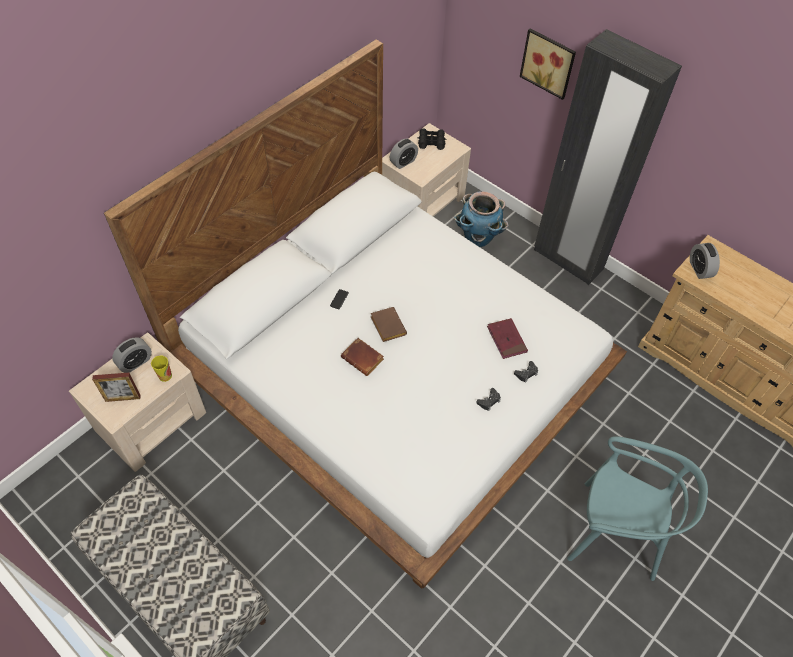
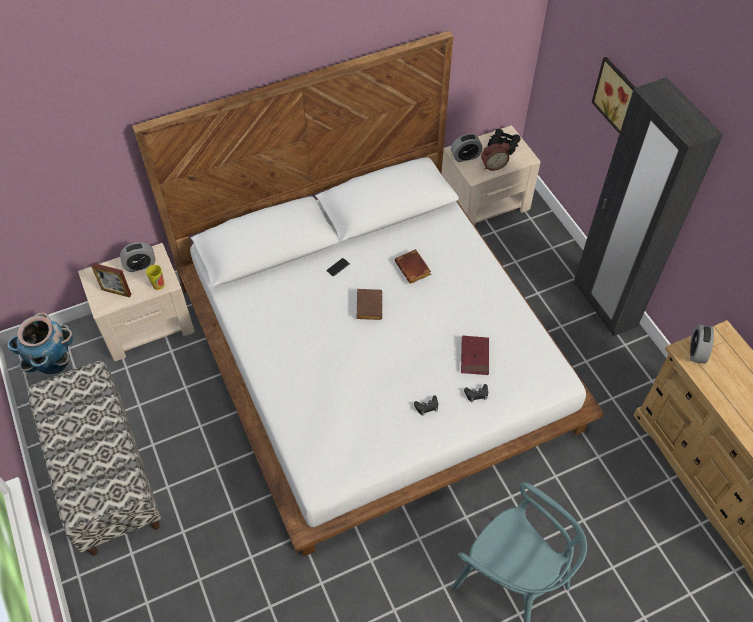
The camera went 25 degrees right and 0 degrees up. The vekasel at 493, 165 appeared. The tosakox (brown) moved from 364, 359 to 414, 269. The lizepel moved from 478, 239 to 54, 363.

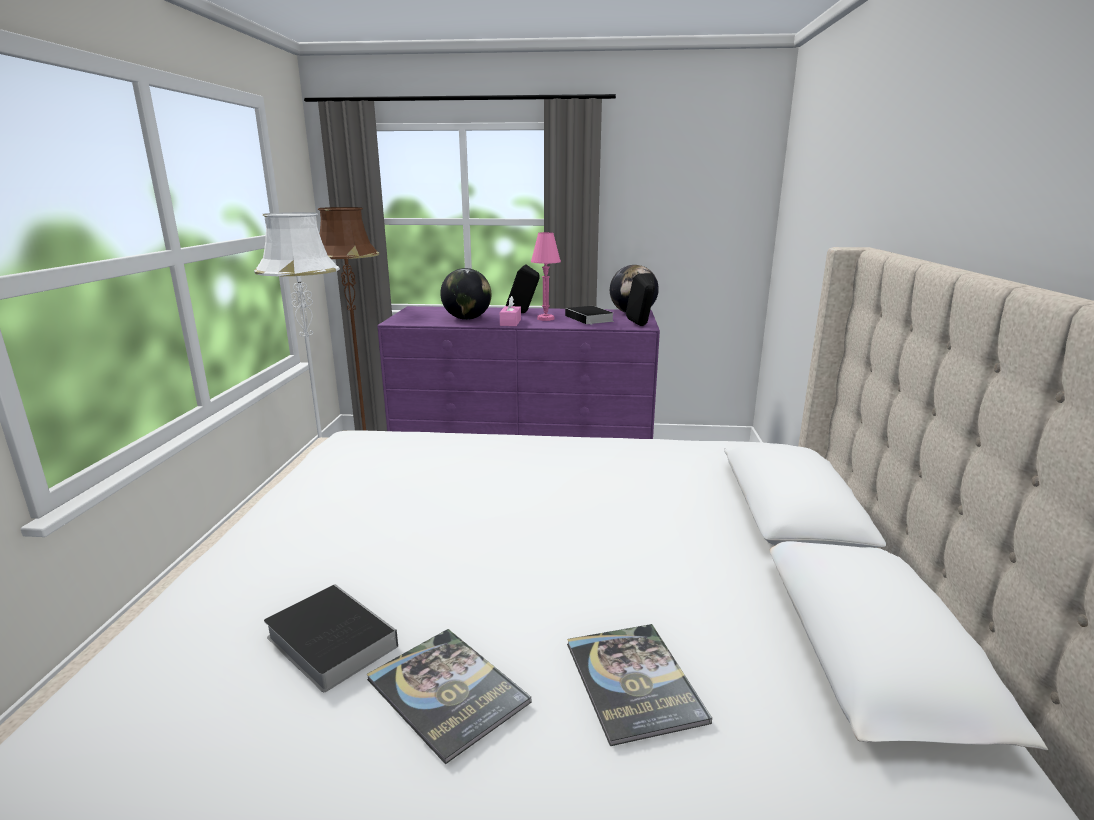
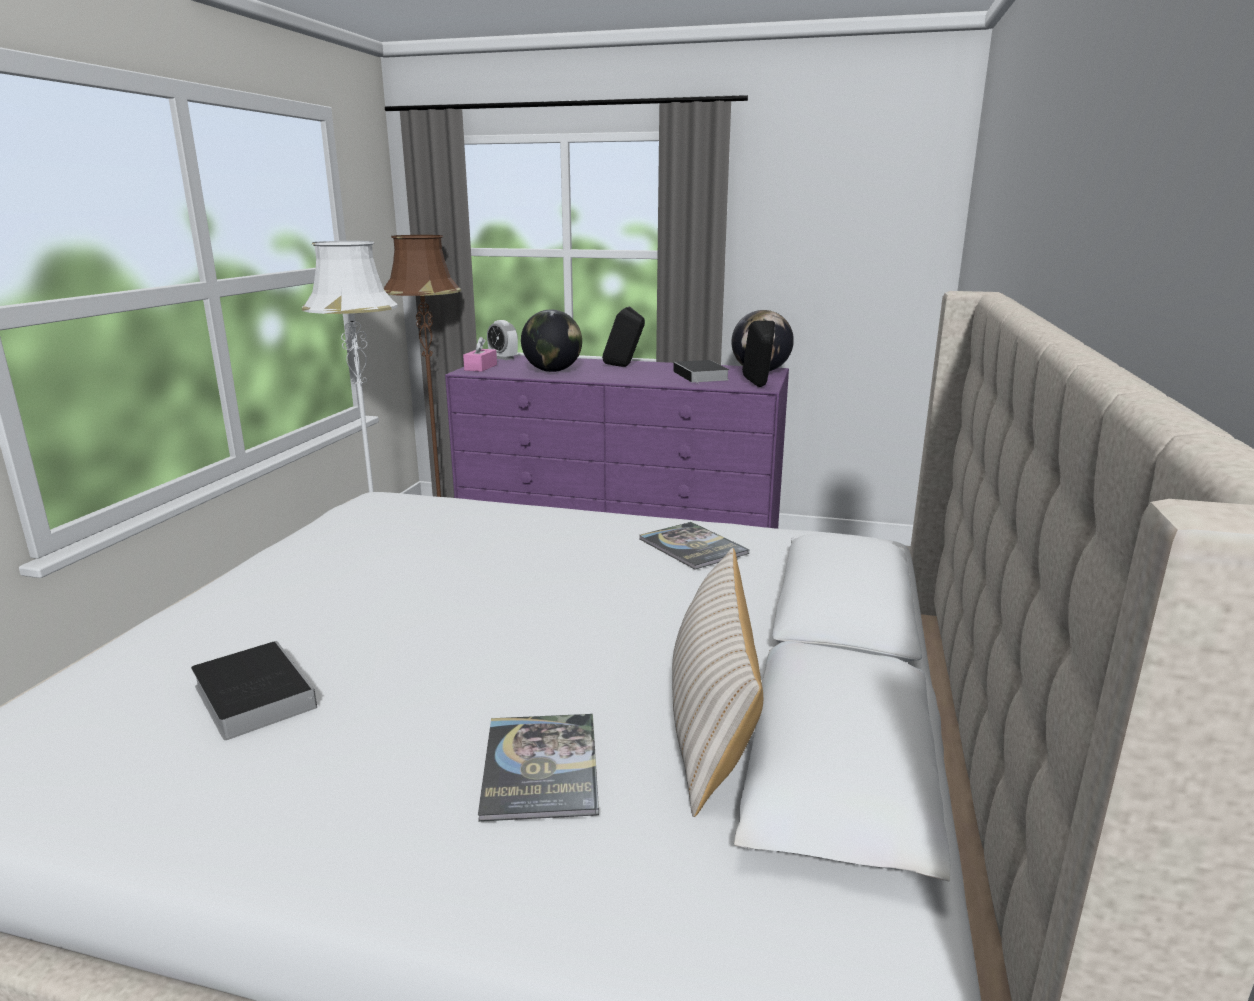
The camera went 10 degrees right and 0 degrees up. The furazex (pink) at 545, 319 disappeared. The vekasel at 503, 358 appeared. The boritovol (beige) at 711, 719 appeared. The tosakox moved from 447, 691 to 692, 547. The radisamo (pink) moved from 510, 322 to 480, 367.

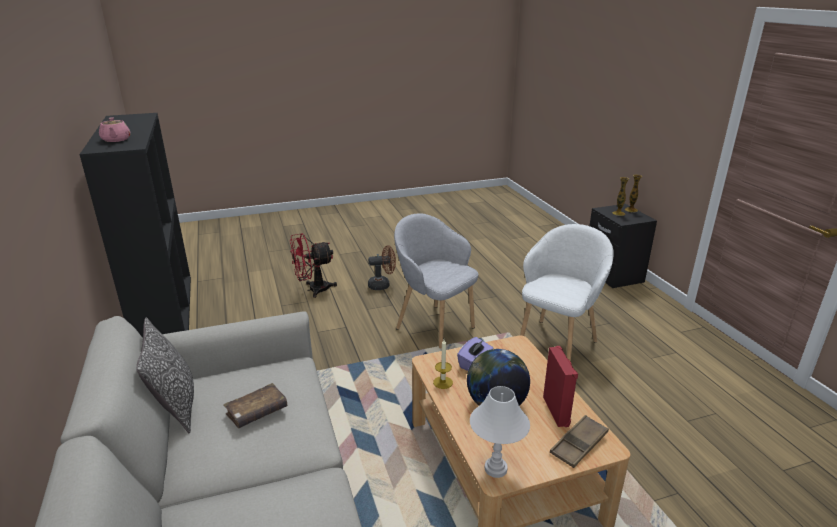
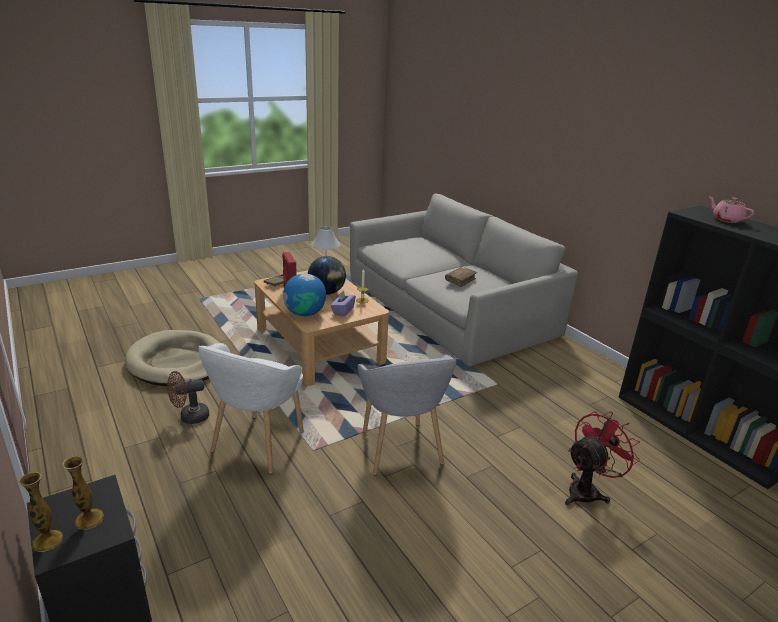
The camera went 165 degrees right and 0 degrees up. The boritovol at 176, 406 disappeared. The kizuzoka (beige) at 177, 362 appeared. The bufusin at 305, 313 appeared. The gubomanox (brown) moved from 382, 285 to 189, 417. The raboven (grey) at 434, 325 turned 45 degrees clockwise.

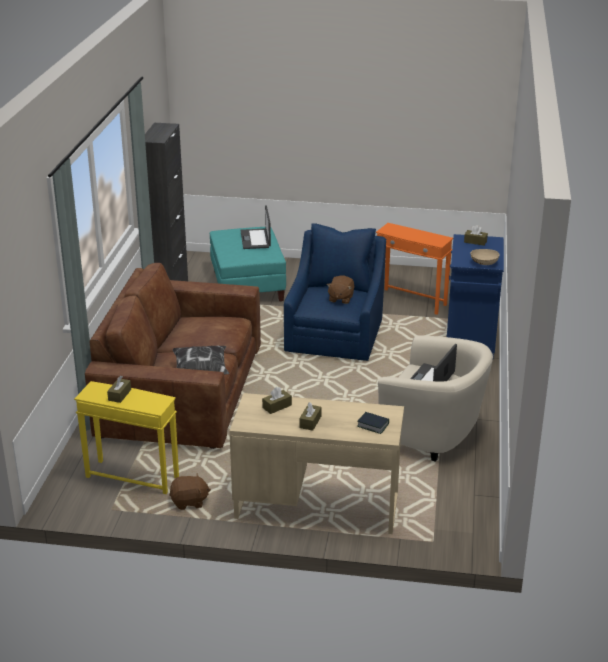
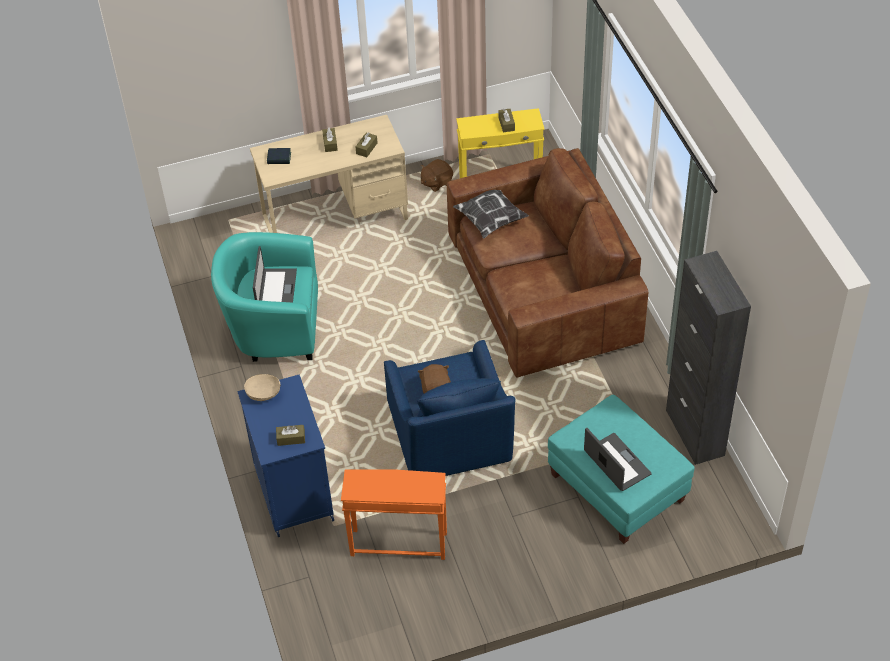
The camera went 155 degrees right and 20 degrees up. The raboven (beige) at 433, 435 became the raboven (turquoise) at 273, 328.

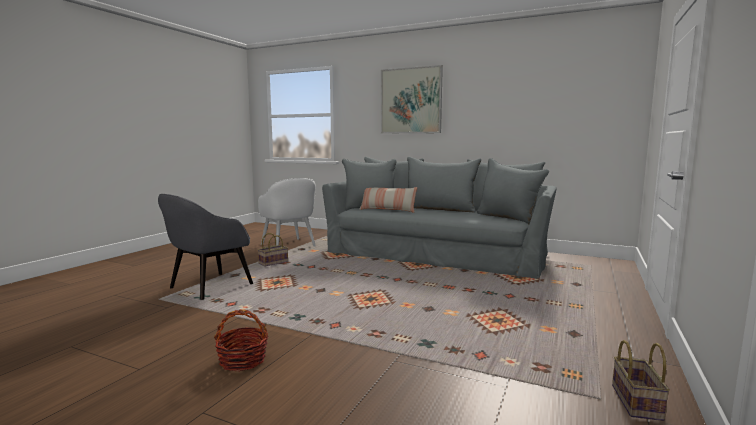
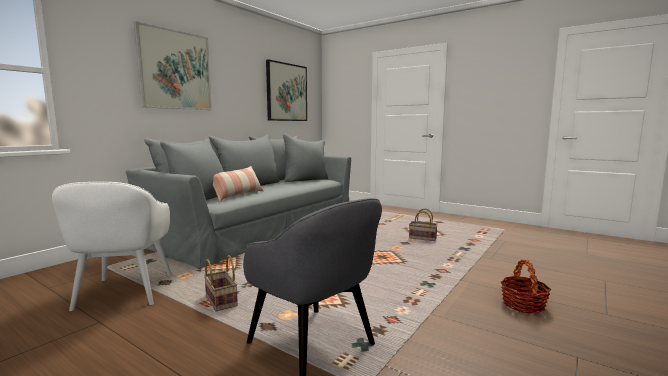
The camera went 80 degrees left and 0 degrees up. The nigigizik at 286, 92 appeared. The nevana moved from 634, 401 to 421, 238. The raboven (white) at 288, 245 turned 105 degrees clockwise.

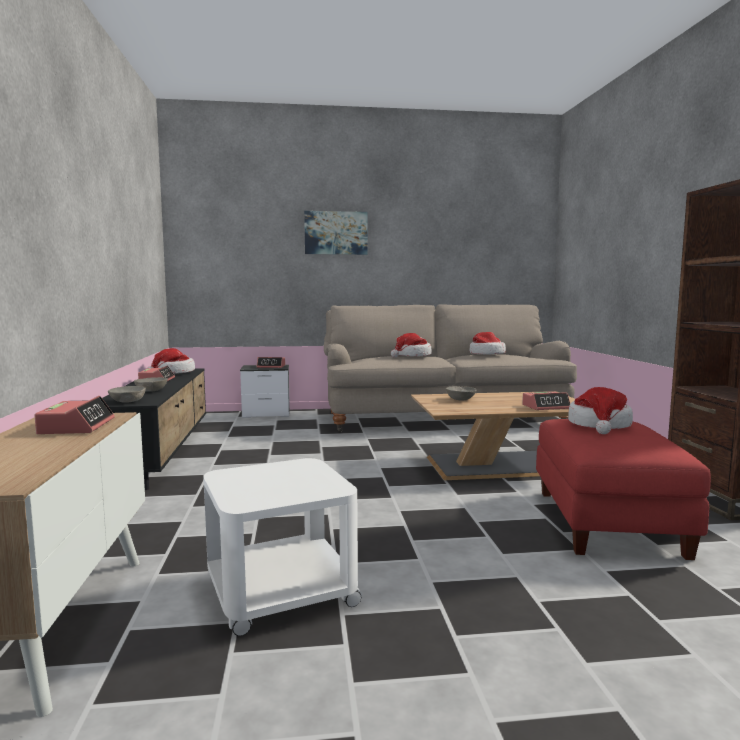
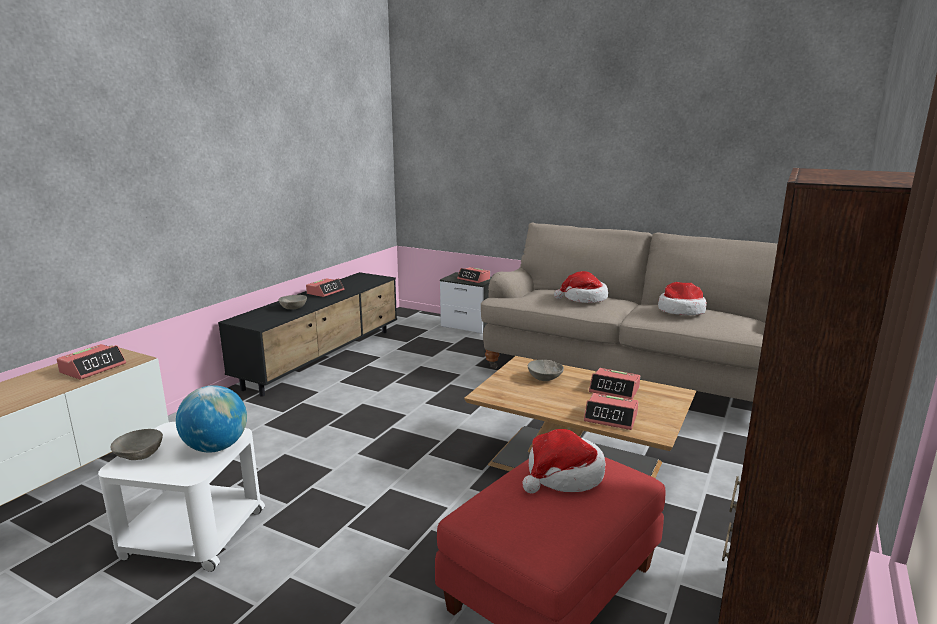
The camera went 35 degrees right and 10 degrees up. The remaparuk at 173, 373 disappeared. The nigigizik at 336, 233 disappeared. The bufusin at 216, 447 appeared. The vekasel at 614, 390 appeared. The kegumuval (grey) moved from 128, 401 to 140, 455.

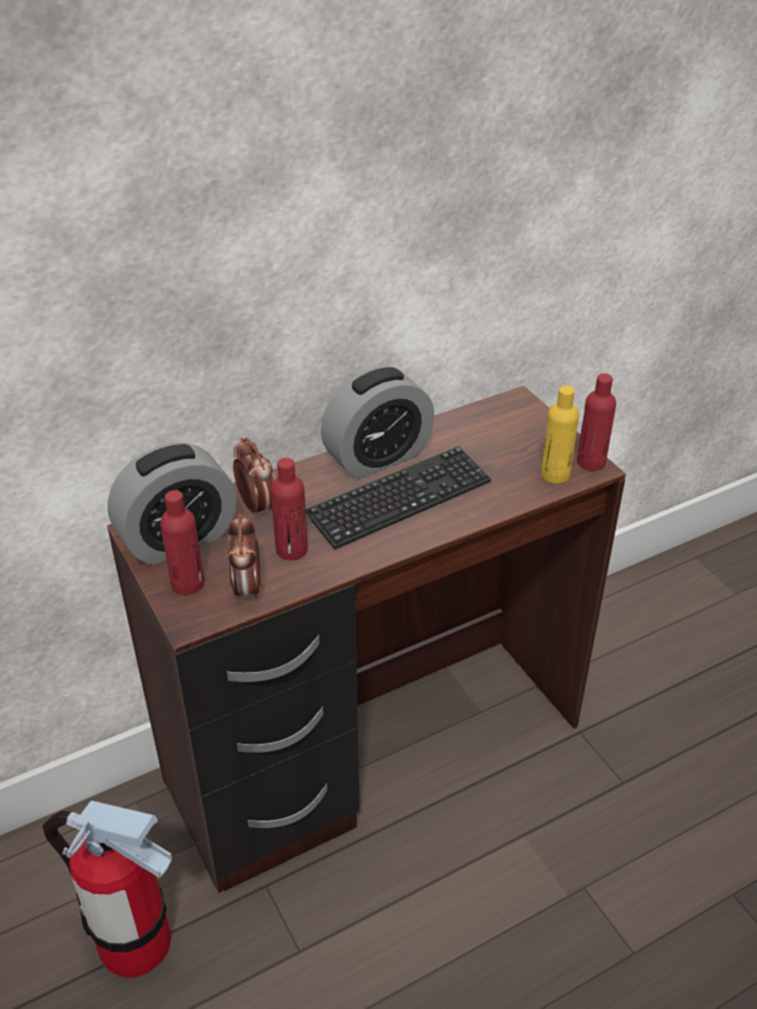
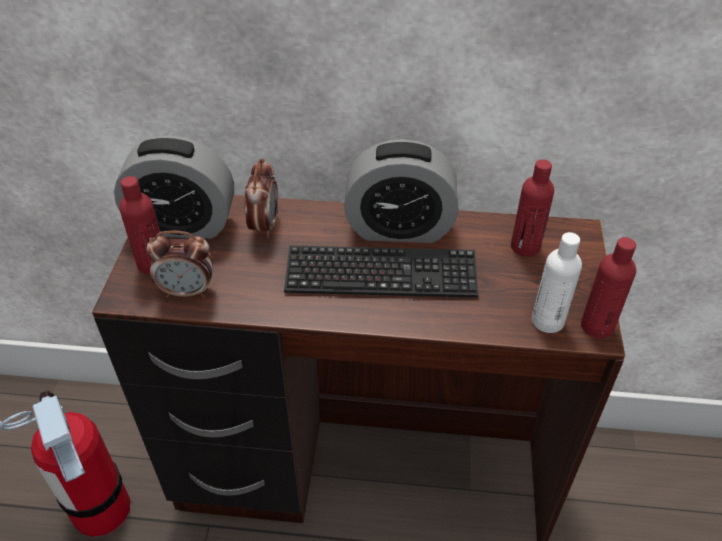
The camera went 35 degrees right and 5 degrees up. The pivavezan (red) moved from 291, 550 to 525, 247. The pivavezan (yellow) at 555, 475 became the pivavezan (white) at 547, 321. The vekasel at 247, 589 turned 120 degrees counterclockwise.

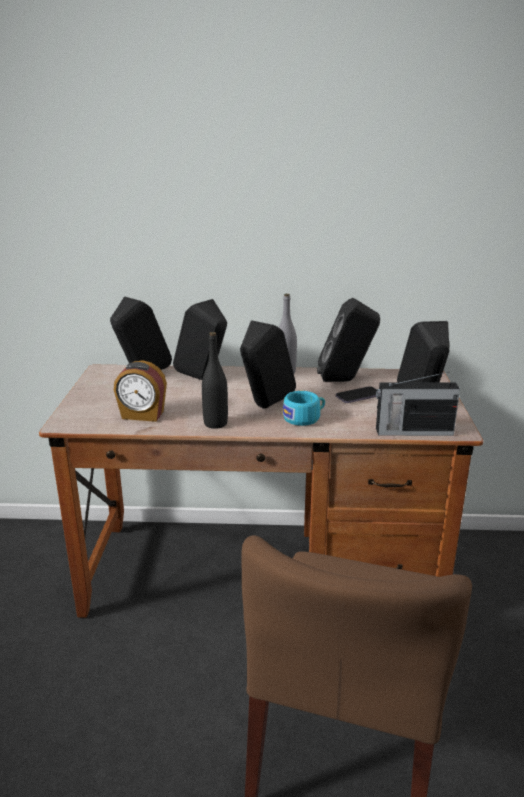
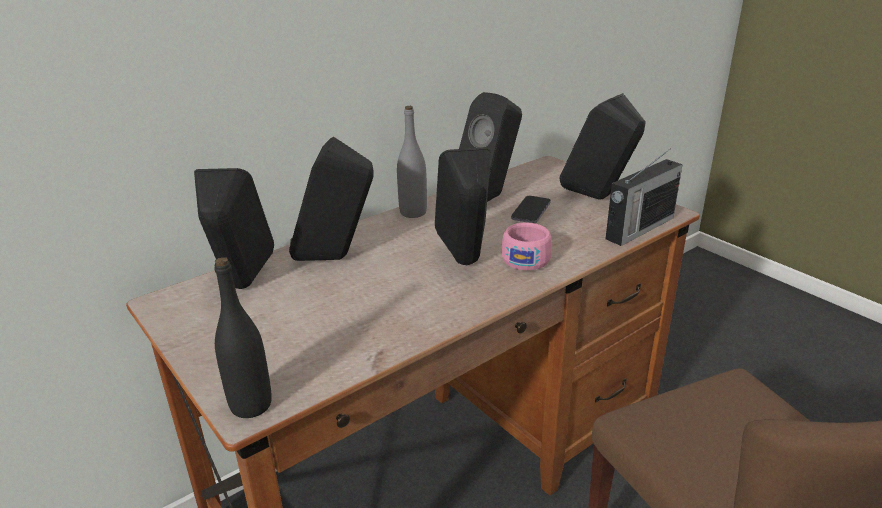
The camera went 40 degrees left and 5 degrees up. The vekasel at 142, 415 disappeared. The pivavezan (black) moved from 215, 423 to 251, 405. The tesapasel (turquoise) at 305, 418 became the tesapasel (pink) at 527, 257.

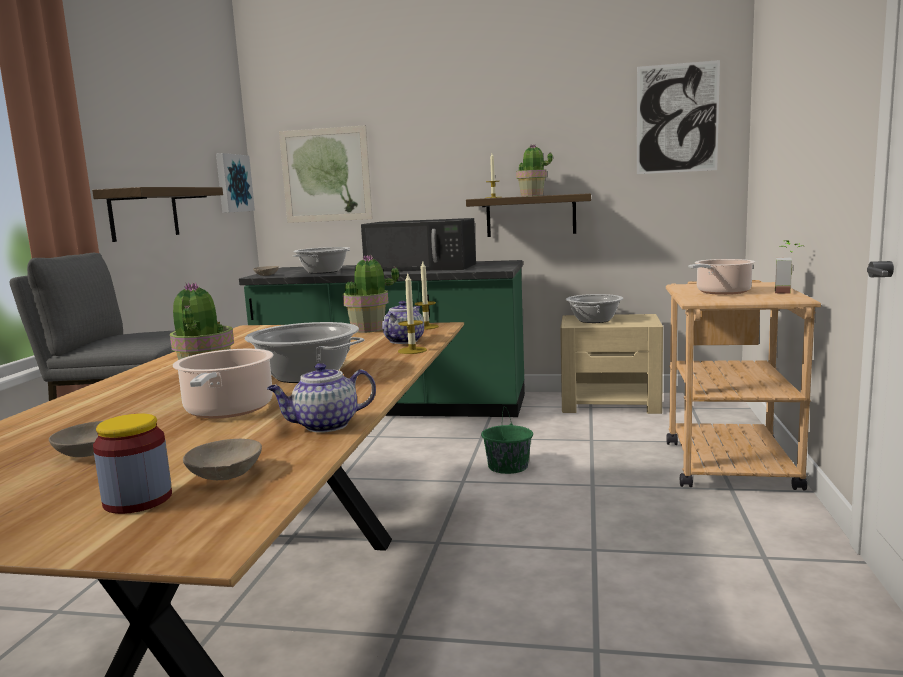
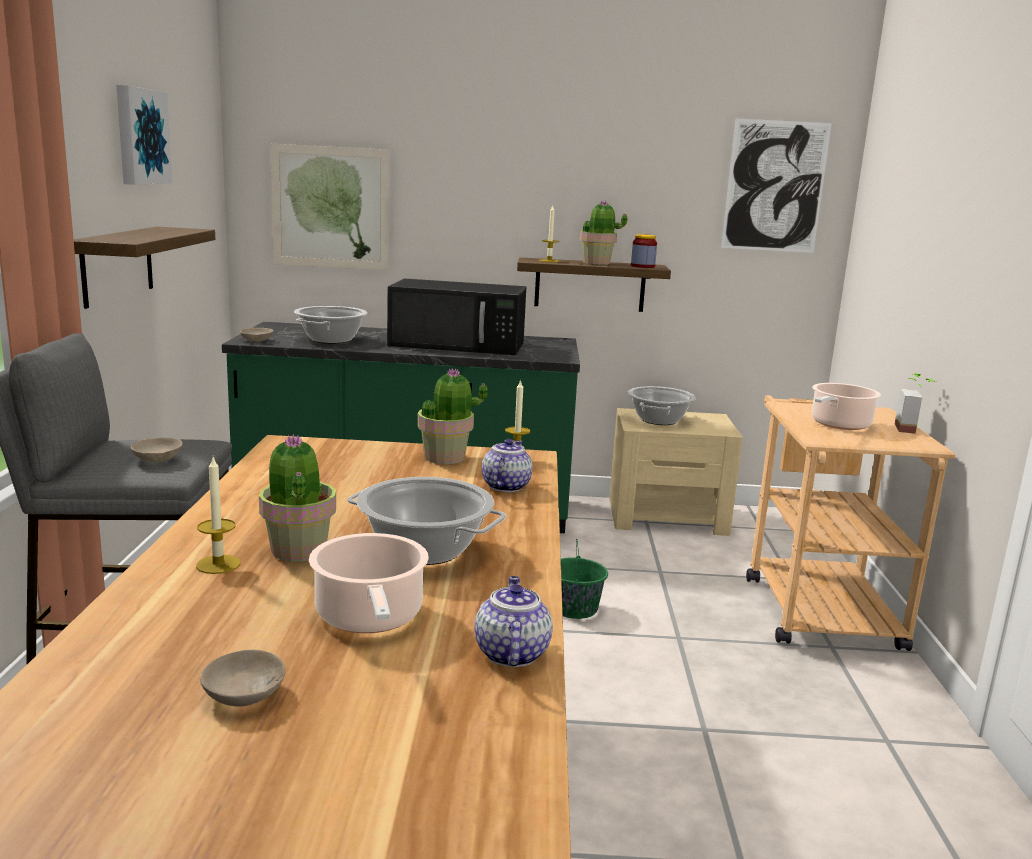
The camera went 10 degrees left and 5 degrees up. The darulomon moved from 138, 500 to 642, 266. The kegumuval (beige) moved from 226, 473 to 158, 458. The nigigizik moved from 233, 183 to 140, 136. The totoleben moved from 412, 350 to 218, 564. The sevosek at 324, 426 turned 120 degrees clockwise.

